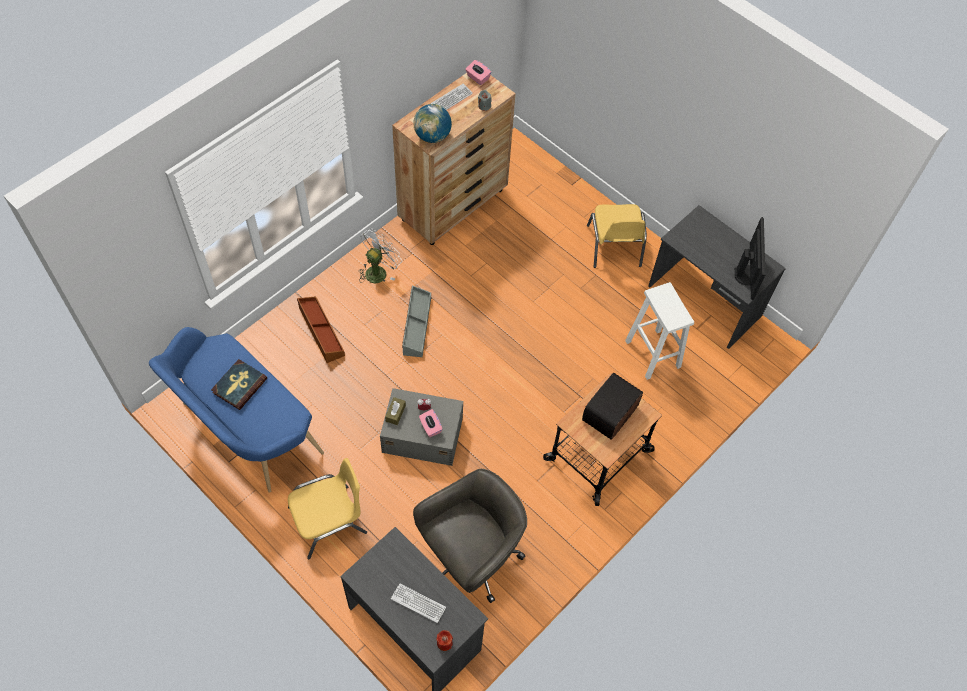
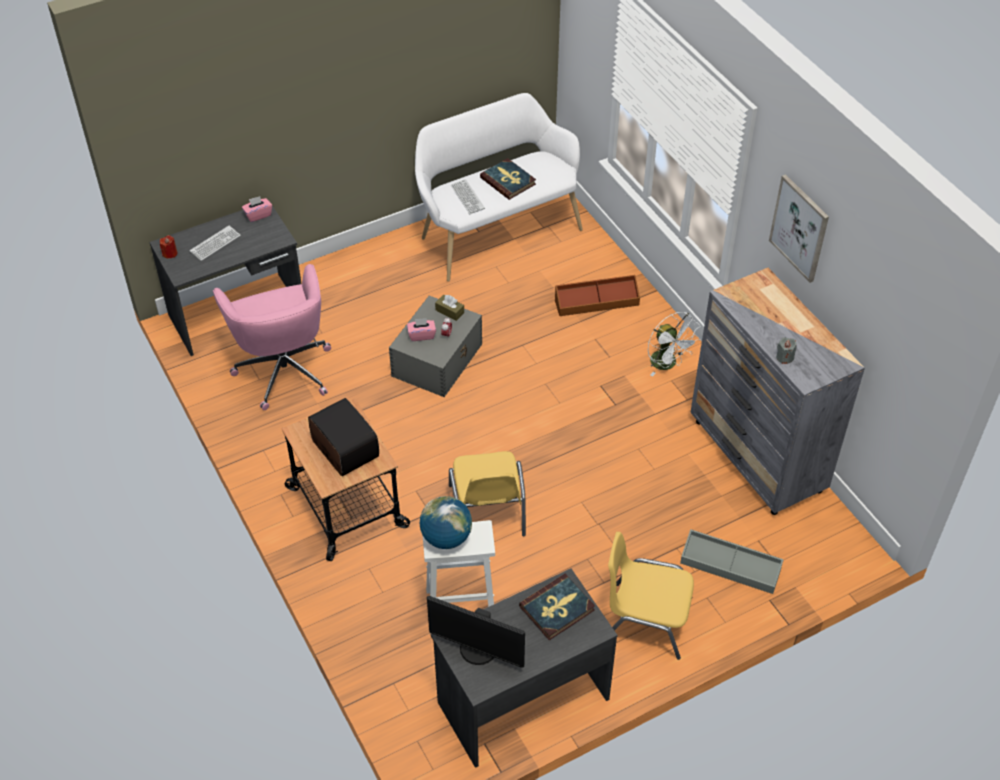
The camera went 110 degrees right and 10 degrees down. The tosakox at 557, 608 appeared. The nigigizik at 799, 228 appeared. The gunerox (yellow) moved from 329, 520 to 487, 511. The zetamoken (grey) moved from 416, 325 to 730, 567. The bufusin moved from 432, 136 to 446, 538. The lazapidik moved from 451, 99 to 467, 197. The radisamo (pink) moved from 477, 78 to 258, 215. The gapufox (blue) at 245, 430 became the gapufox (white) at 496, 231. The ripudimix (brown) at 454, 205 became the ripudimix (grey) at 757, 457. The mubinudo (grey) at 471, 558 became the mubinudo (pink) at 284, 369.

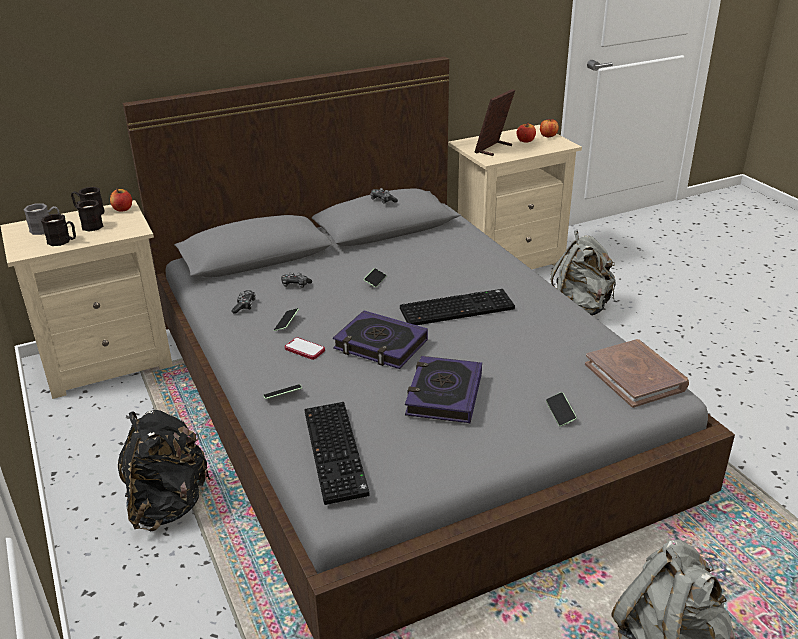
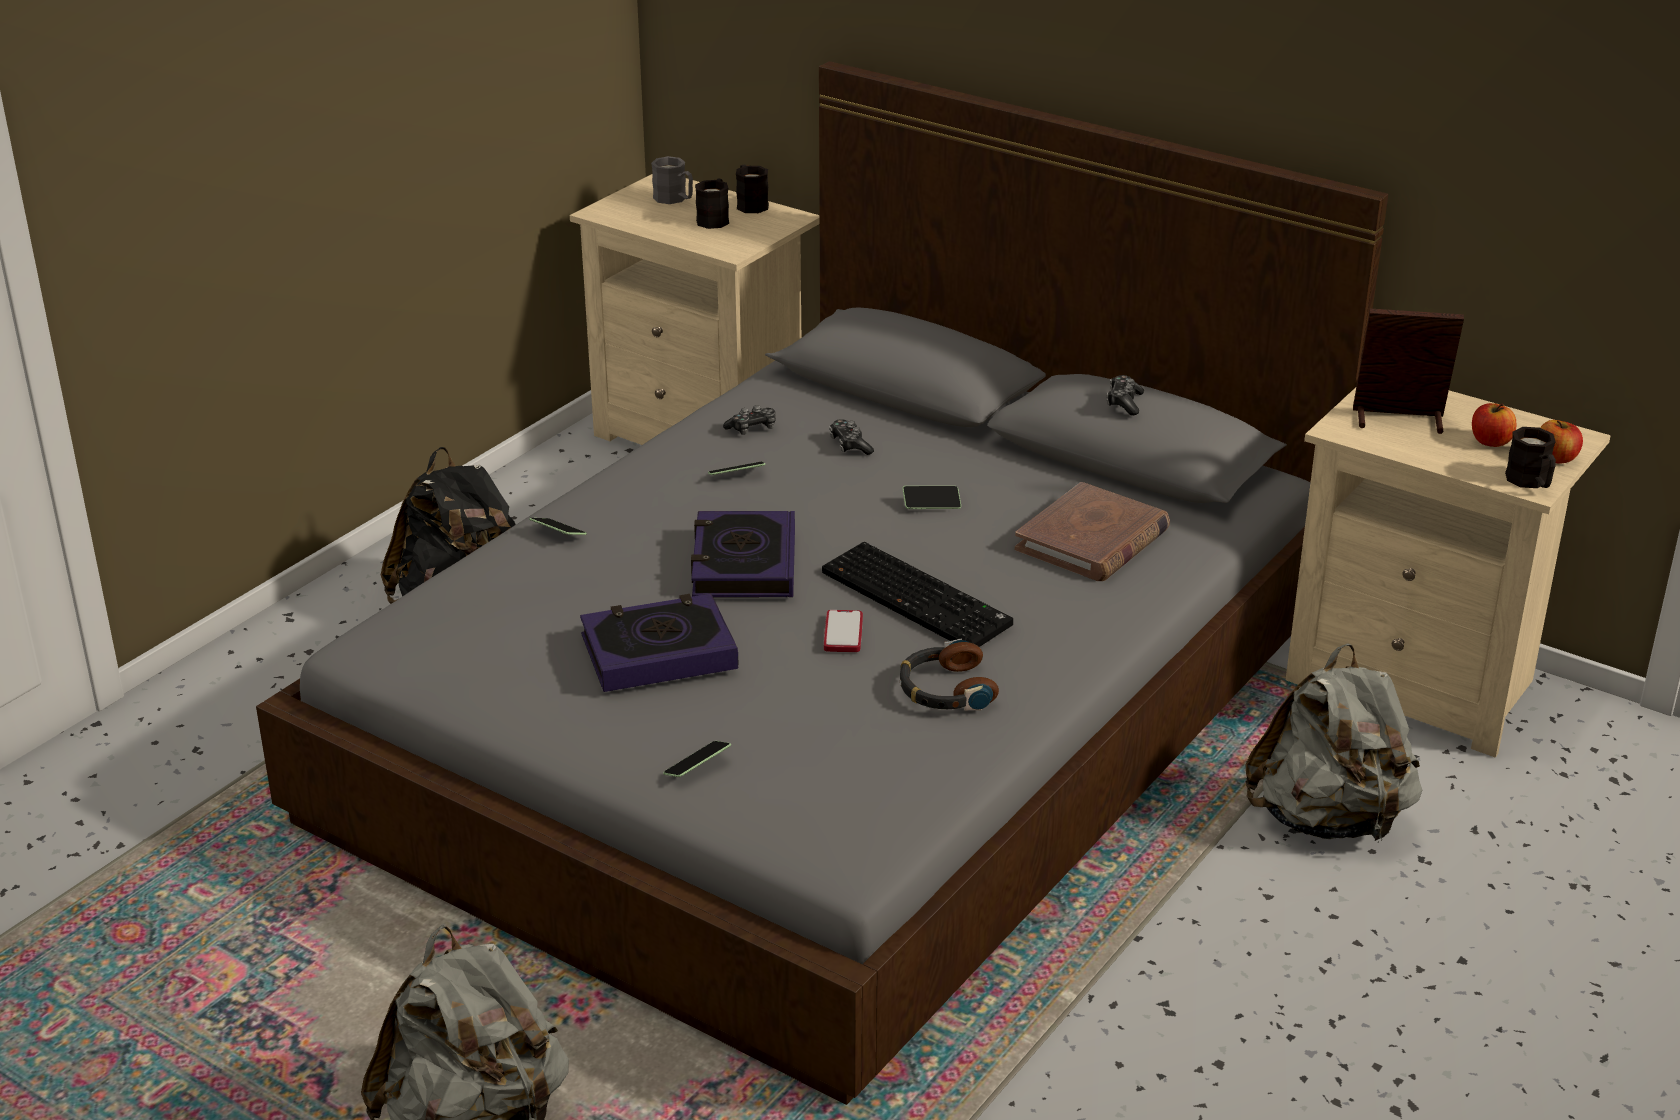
The camera went 60 degrees right and 0 degrees up. The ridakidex at 123, 209 disappeared. The lazapidik at 337, 453 disappeared. The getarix at 945, 690 appeared. The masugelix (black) moved from 63, 241 to 1531, 482. The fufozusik moved from 304, 349 to 843, 633. The tosakox (brown) moved from 635, 376 to 1092, 540.

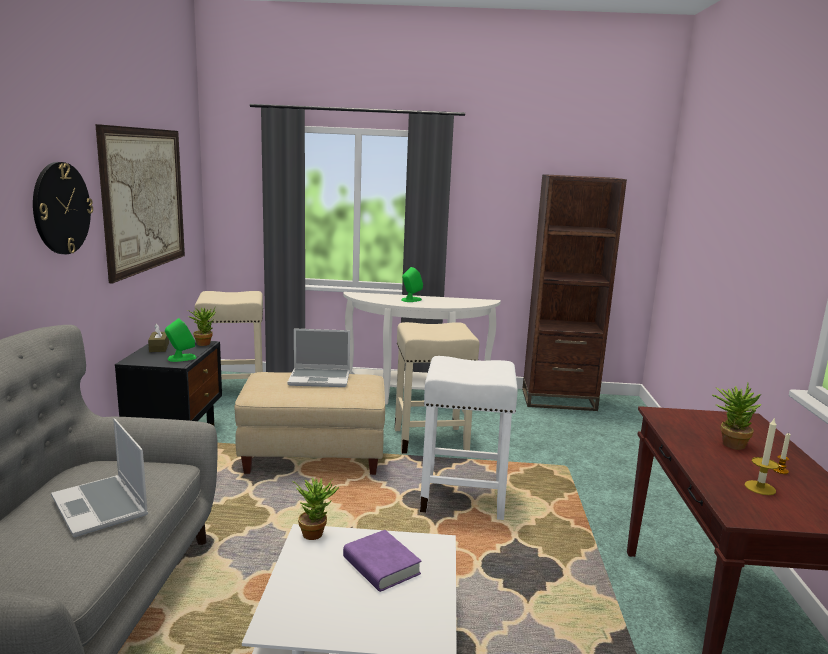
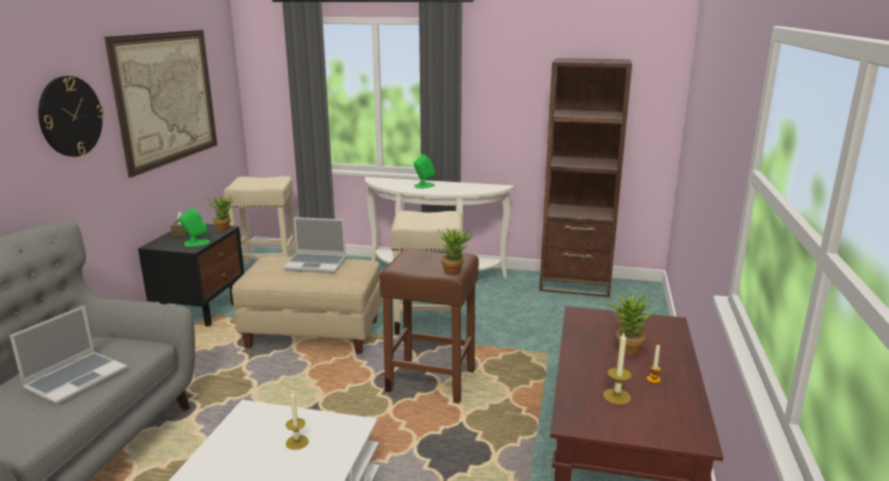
The camera went 10 degrees right and 5 degrees up. The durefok moved from 315, 532 to 455, 271. The tosakox (purple) at 381, 566 was replaced by the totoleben at 297, 442. The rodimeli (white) at 464, 499 became the rodimeli (brown) at 432, 381. The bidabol at 101, 507 turned 120 degrees counterclockwise.

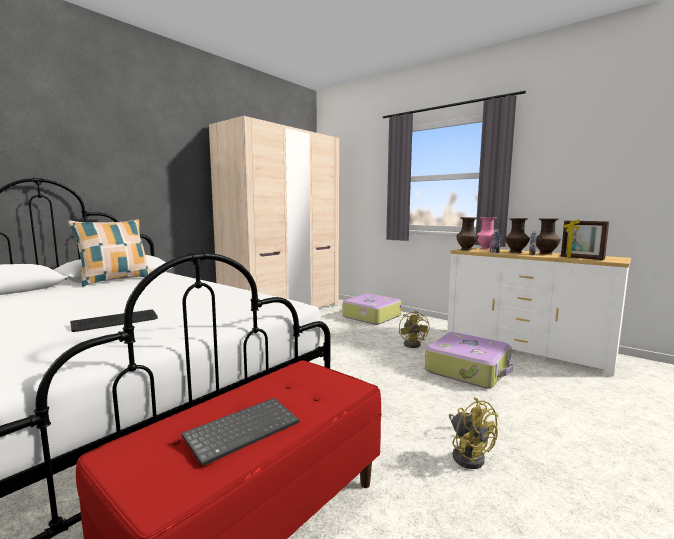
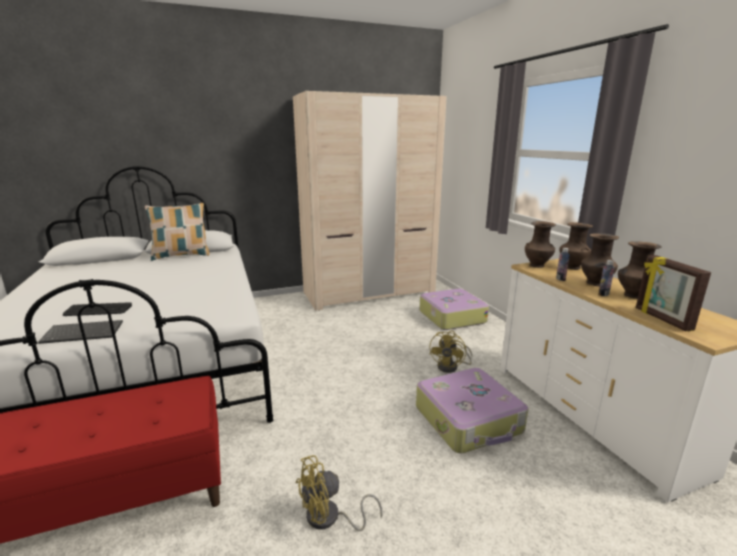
The camera went 30 degrees right and 10 degrees up. The lazapidik moved from 243, 429 to 84, 333. The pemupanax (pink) at 485, 249 became the pemupanax (brown) at 571, 267. The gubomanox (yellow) at 468, 455 turned 60 degrees clockwise.

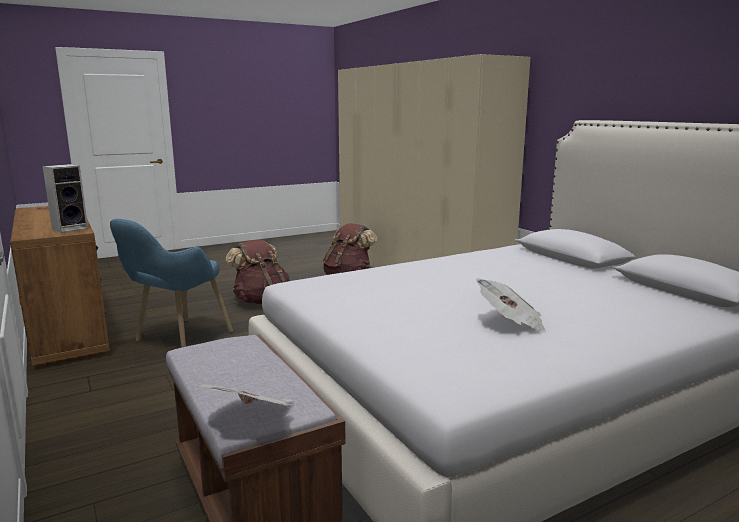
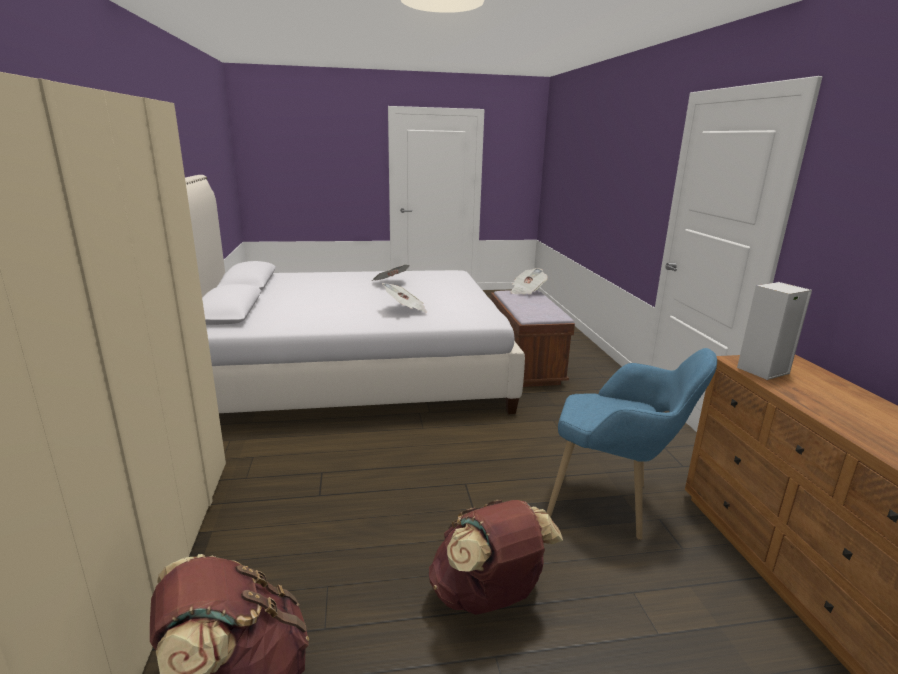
The camera went 160 degrees left and 5 degrees up. The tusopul at 406, 309 appeared. The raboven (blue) at 175, 341 turned 60 degrees clockwise.

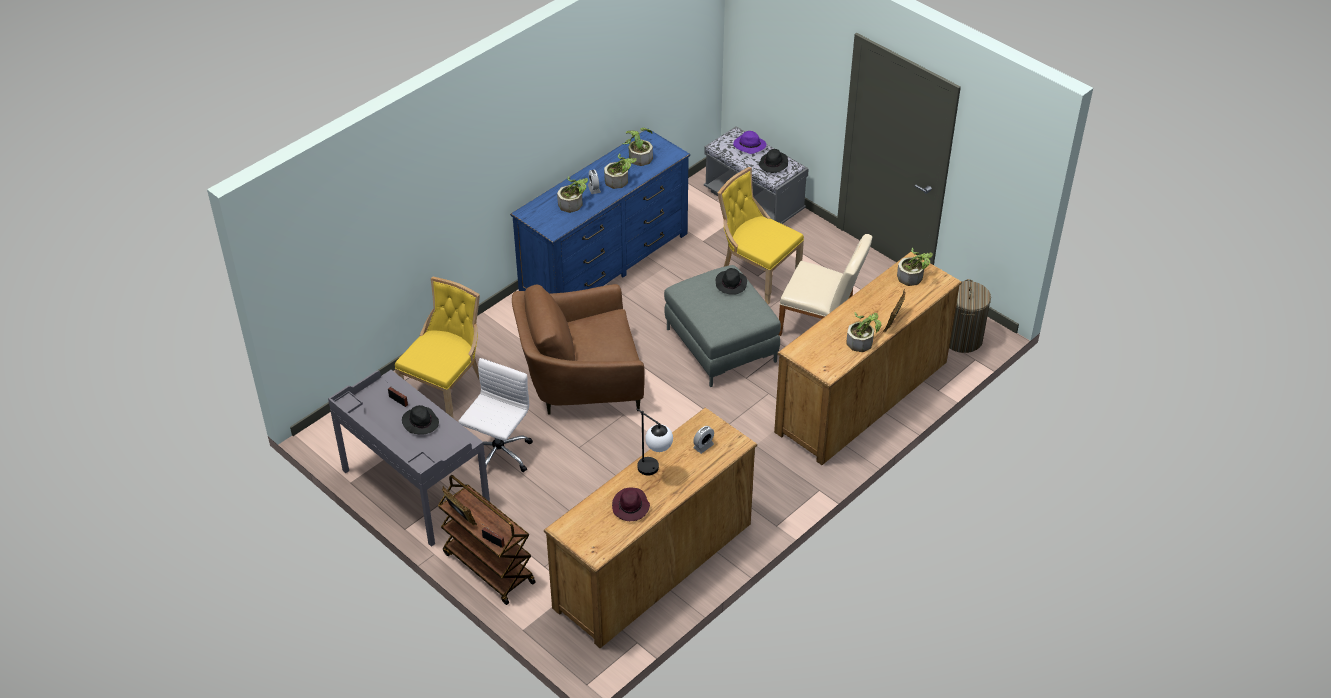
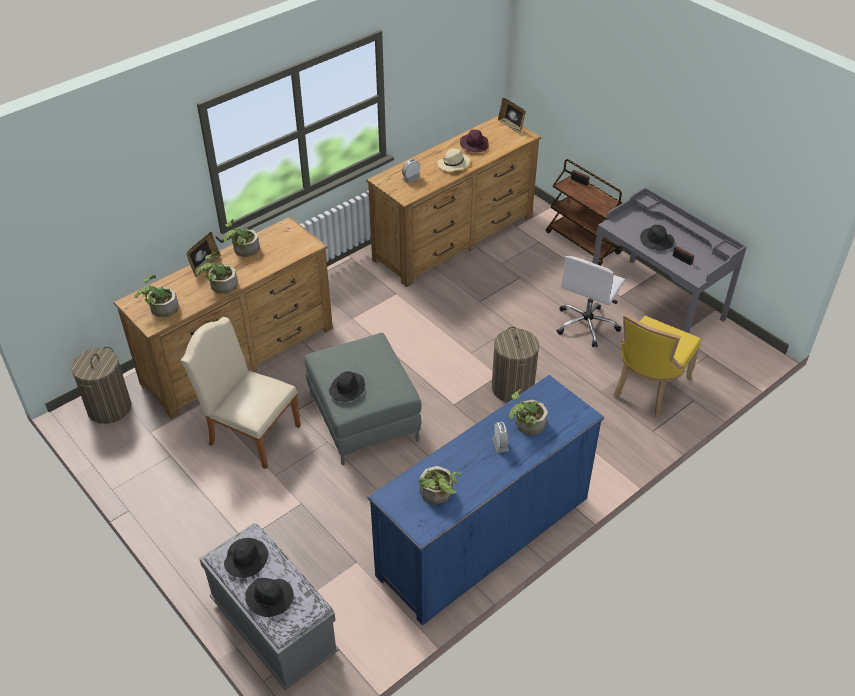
The camera went 175 degrees left and 0 degrees up. The gunerox (yellow) at 757, 274 disappeared. The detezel moved from 460, 516 to 511, 126. The durefok moved from 620, 180 to 220, 285. The raboven (brown) at 580, 381 was replaced by the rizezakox at 512, 388. The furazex at 654, 472 was replaced by the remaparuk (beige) at 453, 164. The remaparuk (purple) at 749, 146 became the remaparuk (black) at 270, 598.

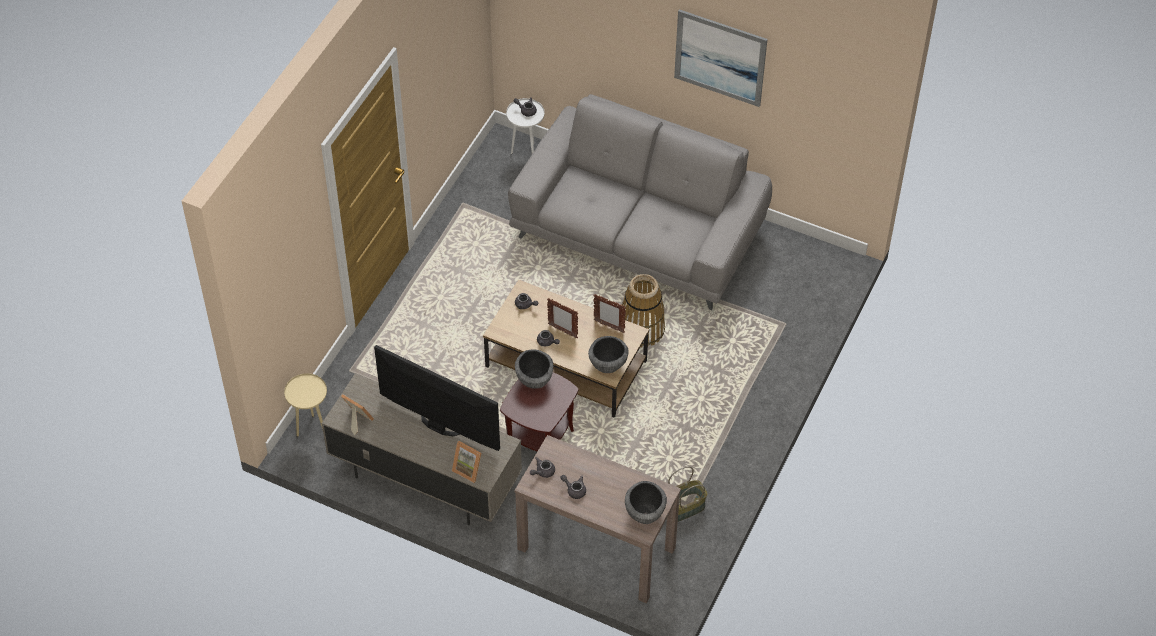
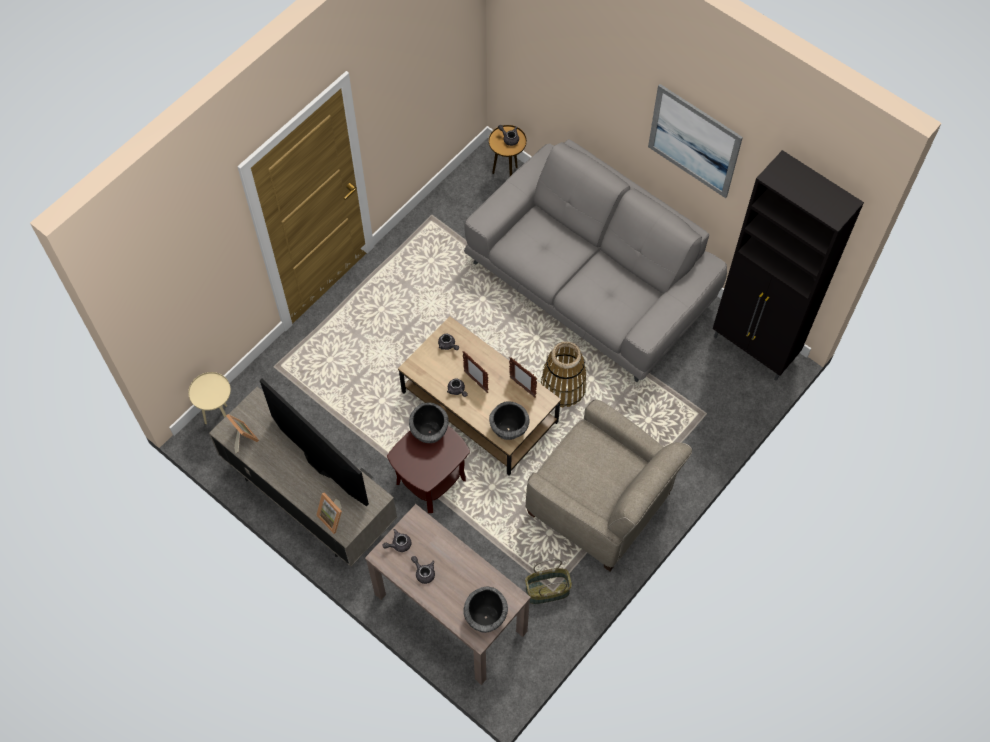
The camera went 15 degrees right and 10 degrees up. The raboven (beige) at 600, 505 appeared. The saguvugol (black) at 754, 349 appeared. The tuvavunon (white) at 526, 153 became the tuvavunon (brown) at 507, 175.

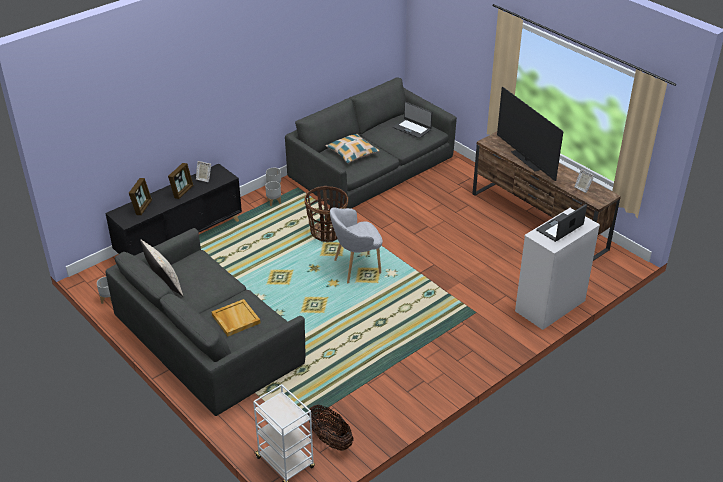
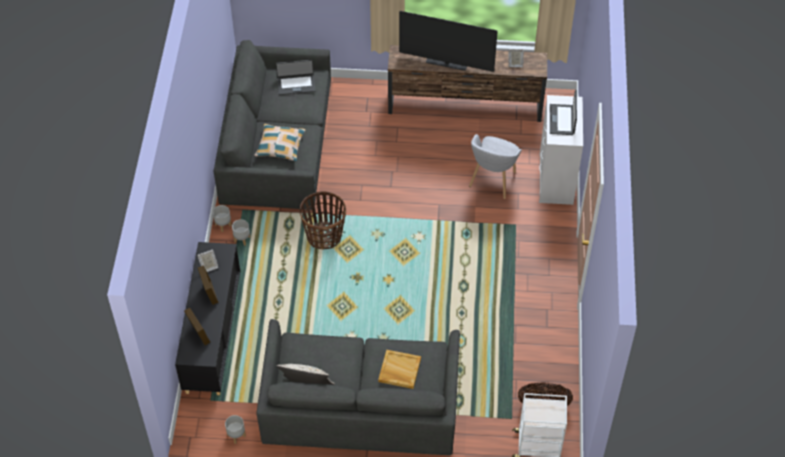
The camera went 45 degrees left and 15 degrees up. The raboven (grey) moved from 355, 268 to 492, 181.

